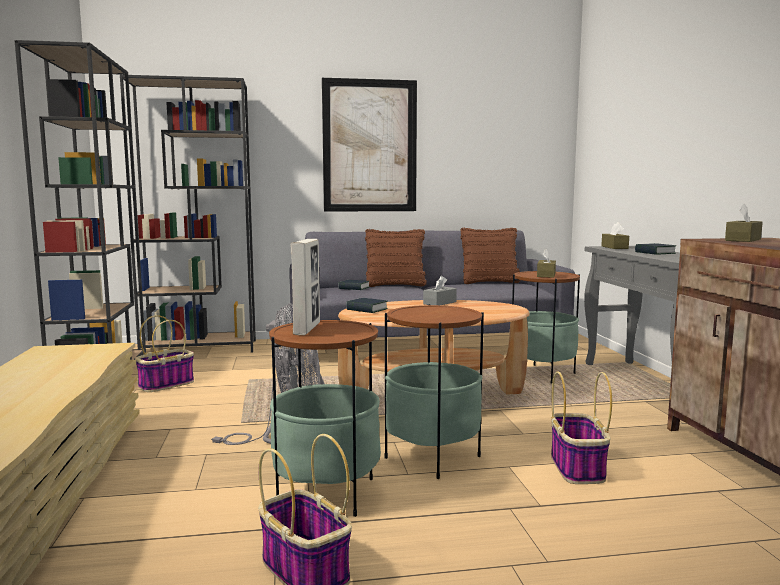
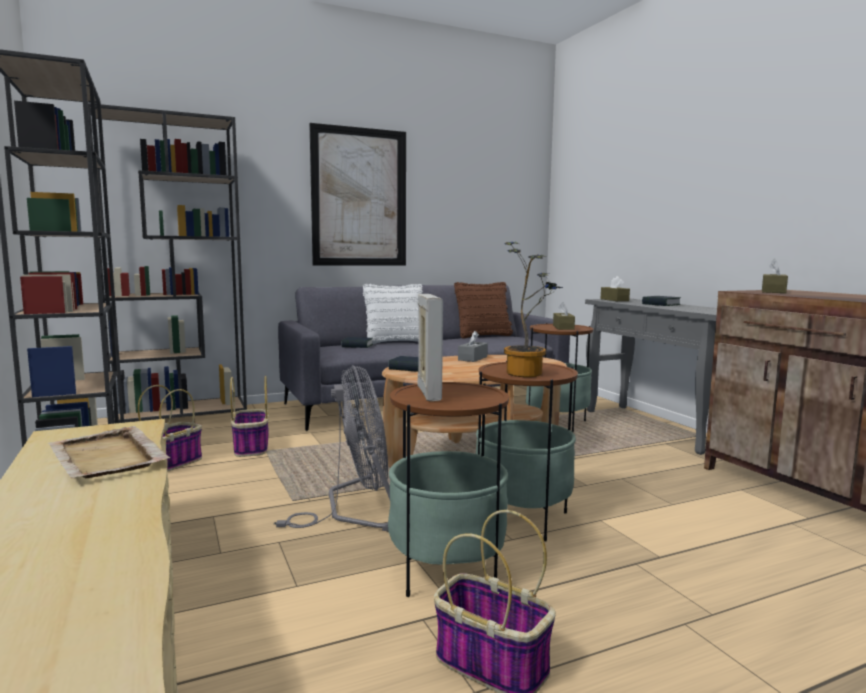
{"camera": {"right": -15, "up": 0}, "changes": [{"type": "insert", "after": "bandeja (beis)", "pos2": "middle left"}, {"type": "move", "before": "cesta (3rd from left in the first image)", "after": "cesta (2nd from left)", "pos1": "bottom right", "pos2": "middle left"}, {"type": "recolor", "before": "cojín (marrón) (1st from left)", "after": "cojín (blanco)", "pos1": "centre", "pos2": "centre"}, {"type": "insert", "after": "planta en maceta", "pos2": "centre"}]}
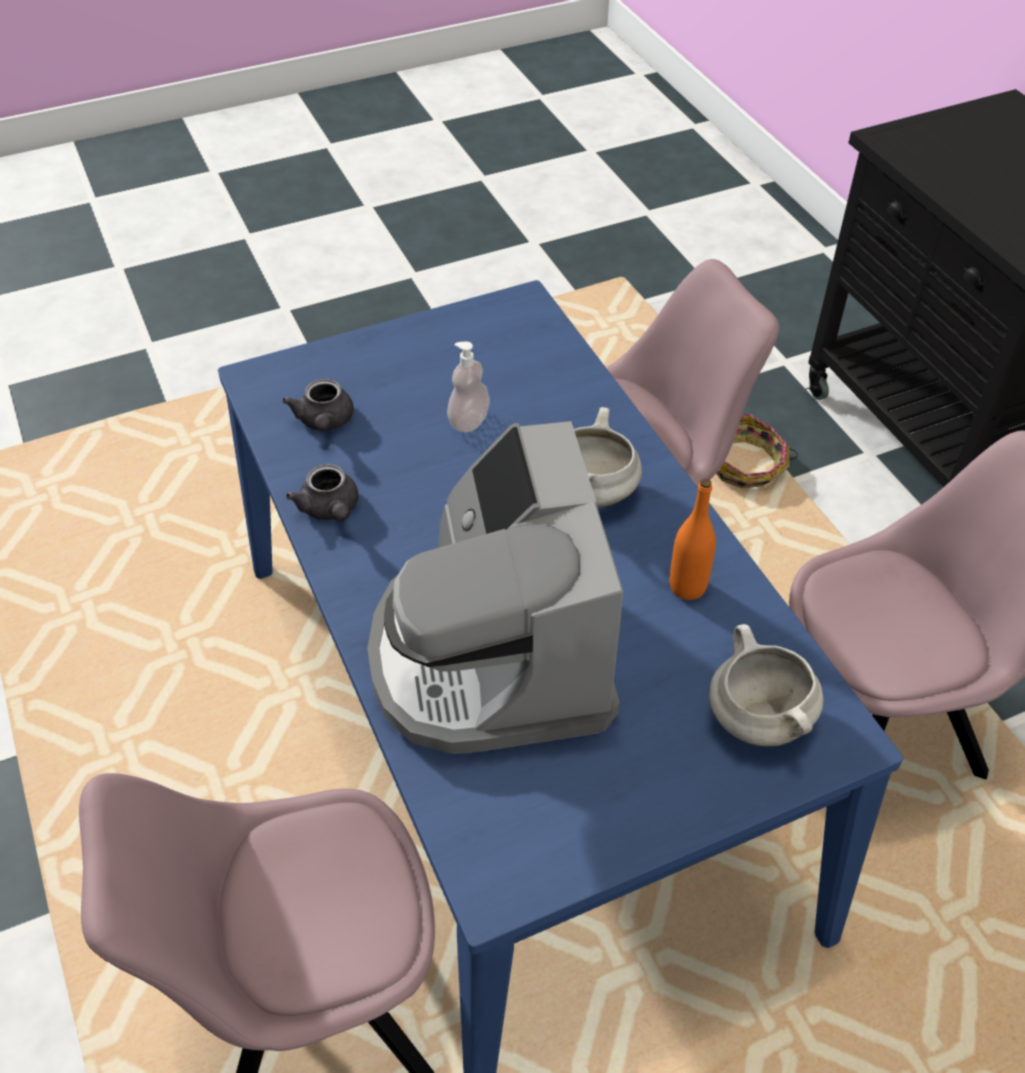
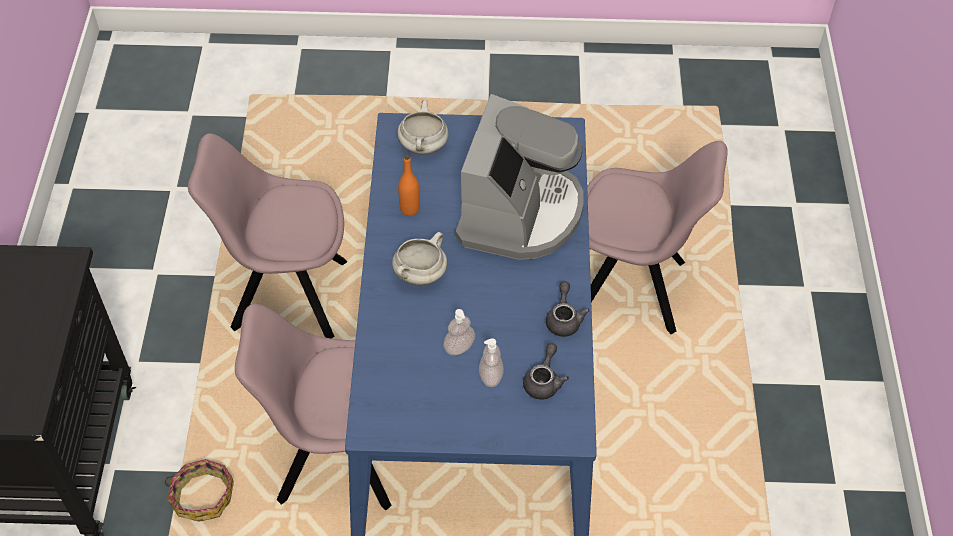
{"camera": {"right": -155, "up": 5}, "changes": [{"type": "insert", "after": "dispensador de jabón (2nd from left)", "pos2": "bottom centre"}]}
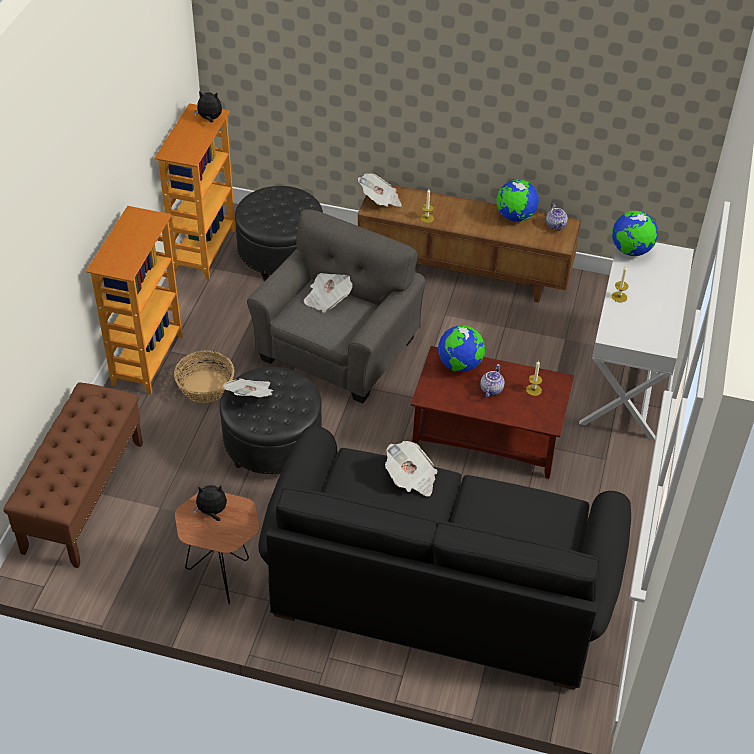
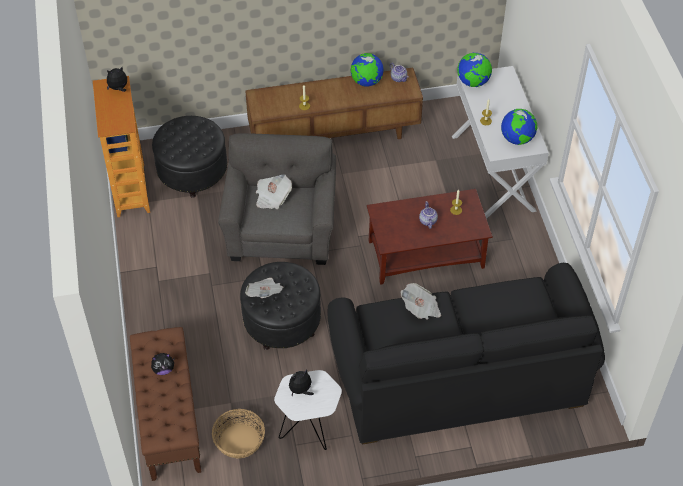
{"camera": {"right": -25, "up": 5}, "changes": [{"type": "insert", "after": "peluche (2nd from left)", "pos2": "bottom left"}, {"type": "move", "before": "cesta", "pos1": "middle left", "pos2": "bottom centre"}, {"type": "recolor", "before": "mesa auxiliar (marrón)", "after": "mesa auxiliar (blanco)", "pos1": "bottom left", "pos2": "bottom centre"}, {"type": "move", "before": "globo terráqueo (1st from left in the first image)", "after": "globo terráqueo (3rd from left)", "pos1": "centre", "pos2": "top right"}, {"type": "delete", "before": "estantería (1st from left)", "pos1": "middle left"}, {"type": "delete", "before": "periódico (3rd from left)", "pos1": "top centre"}]}
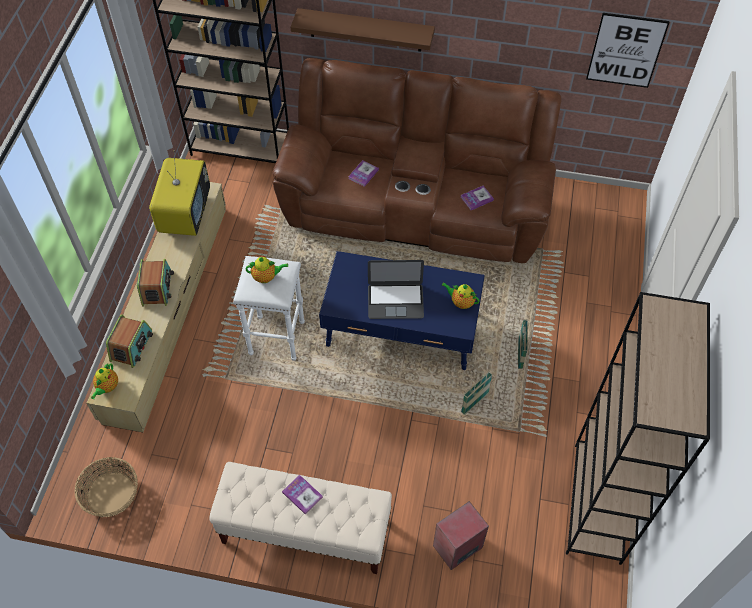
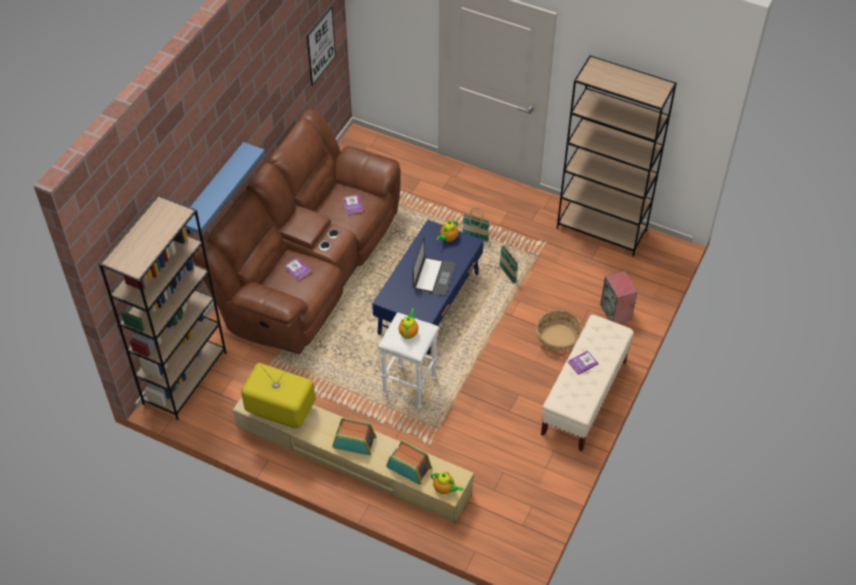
{"camera": {"right": -75, "up": -5}, "changes": [{"type": "recolor", "before": "estante (marrón)", "after": "estante (azul)", "pos1": "top centre", "pos2": "top left"}, {"type": "move", "before": "cesta (1st from left in the first image)", "after": "cesta (3rd from left)", "pos1": "bottom left", "pos2": "centre"}]}
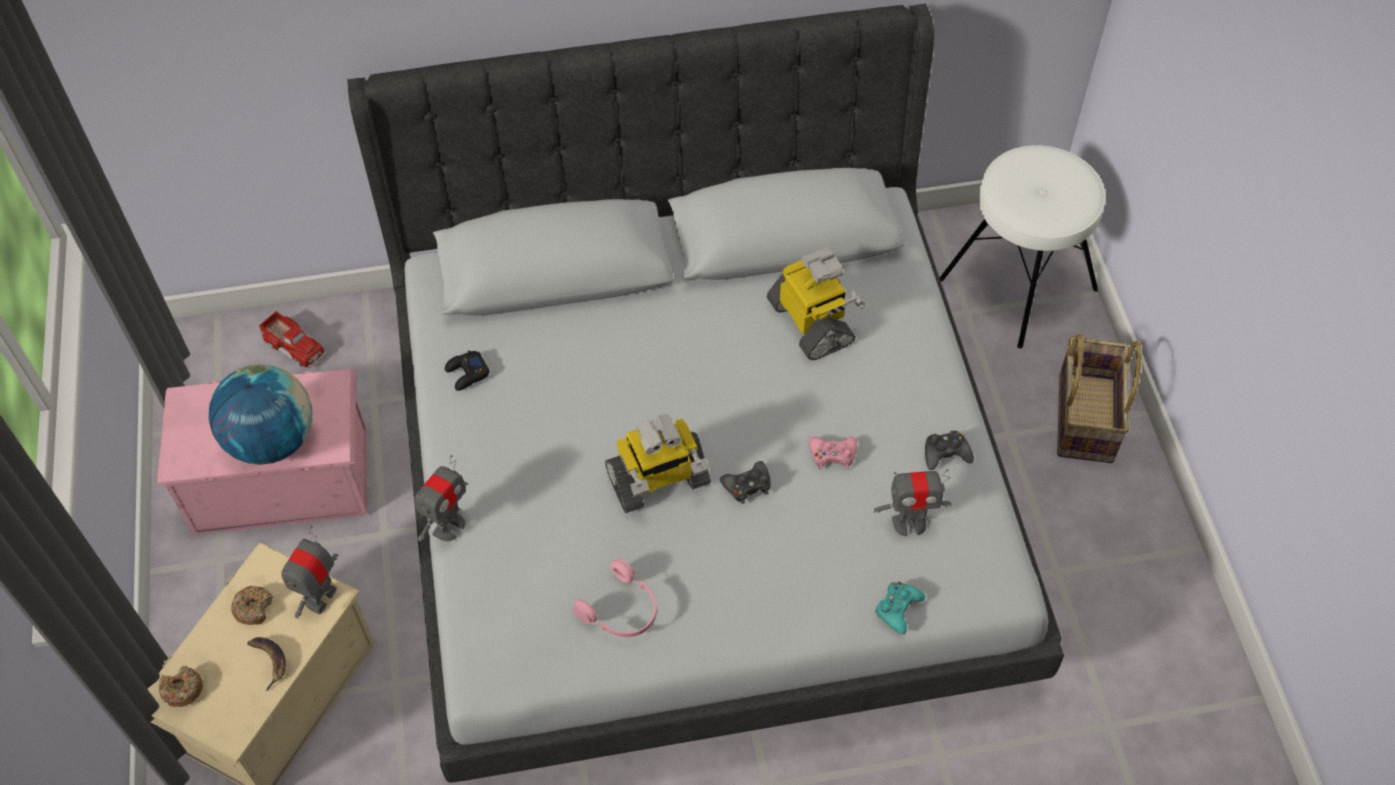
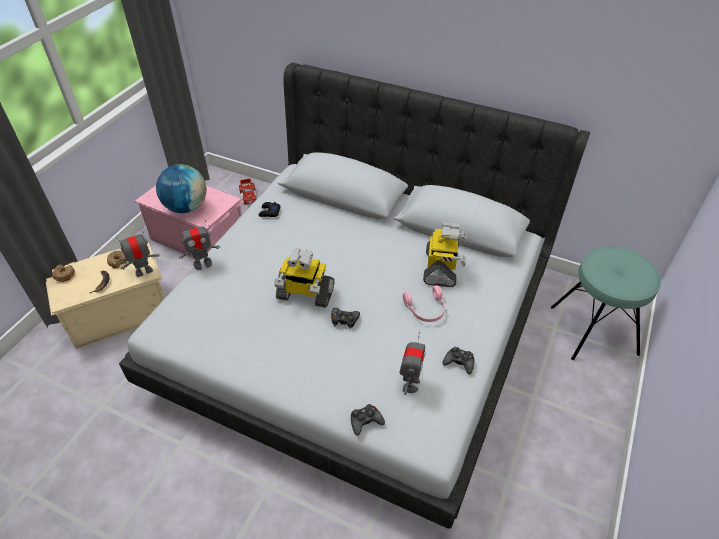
{"camera": {"right": 35, "up": -10}, "changes": [{"type": "recolor", "before": "mando de consola (turquesa)", "after": "mando de consola (negro) (3rd from left)", "pos1": "bottom centre", "pos2": "bottom centre"}, {"type": "rotate", "before": "robot de juguete (5th from left in the first image)", "pos1": "centre", "pos2": "bottom centre", "turn": -105}, {"type": "move", "before": "auriculares (rosa)", "pos1": "bottom centre", "pos2": "centre"}, {"type": "recolor", "before": "taburete (blanco)", "after": "taburete (turquesa)", "pos1": "top right", "pos2": "middle right"}, {"type": "delete", "before": "mando de consola (rosa)", "pos1": "centre"}, {"type": "delete", "before": "cesta", "pos1": "middle right"}]}
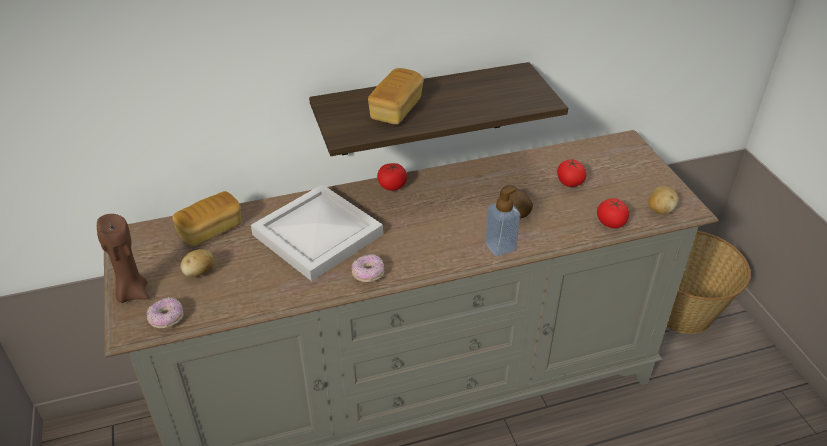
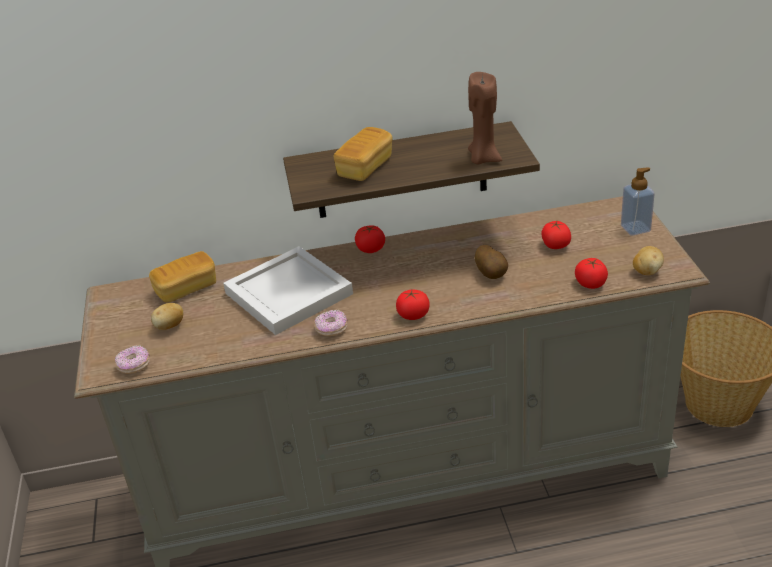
{"camera": {"right": 10, "up": -5}, "changes": [{"type": "insert", "after": "tomate (2nd from left)", "pos2": "centre"}, {"type": "move", "before": "vela (marrón)", "pos1": "middle left", "pos2": "top centre"}, {"type": "move", "before": "dispensador de jabón", "pos1": "centre", "pos2": "middle right"}]}
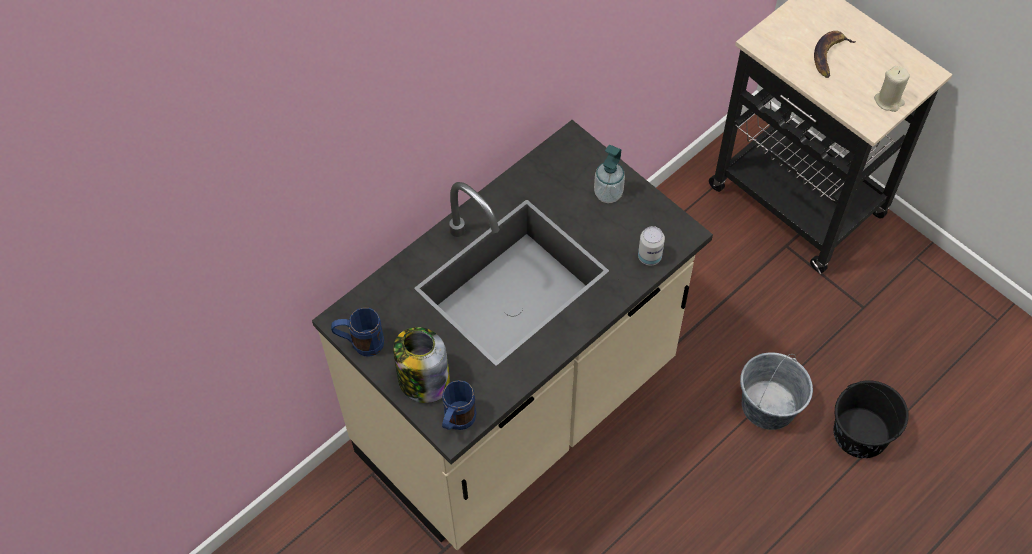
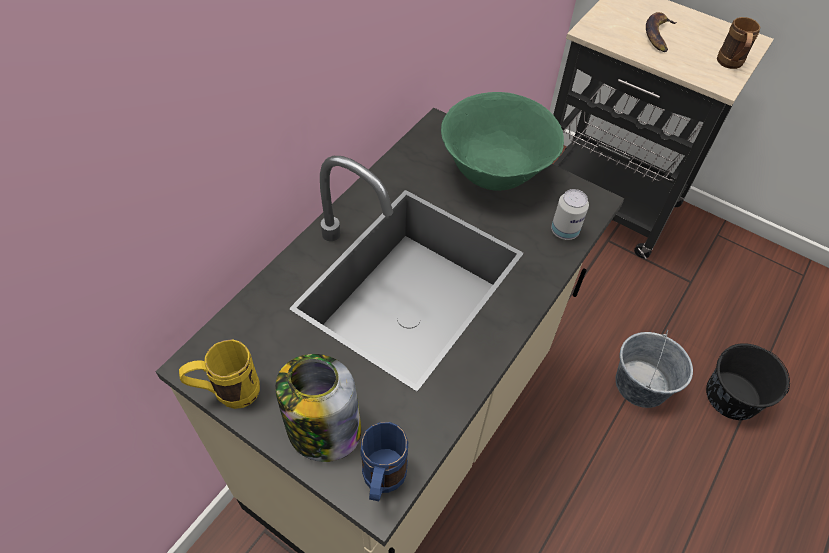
{"camera": {"right": -15, "up": -5}, "changes": [{"type": "recolor", "before": "taza grande (azul) (1st from left)", "after": "taza grande (amarillo)", "pos1": "centre", "pos2": "bottom left"}, {"type": "replace", "before": "dispensador de jabón", "after": "cuenco (verde)", "pos1": "top centre", "pos2": "top centre"}, {"type": "replace", "before": "vela (beis)", "after": "taza grande (marrón)", "pos1": "top right", "pos2": "top right"}]}
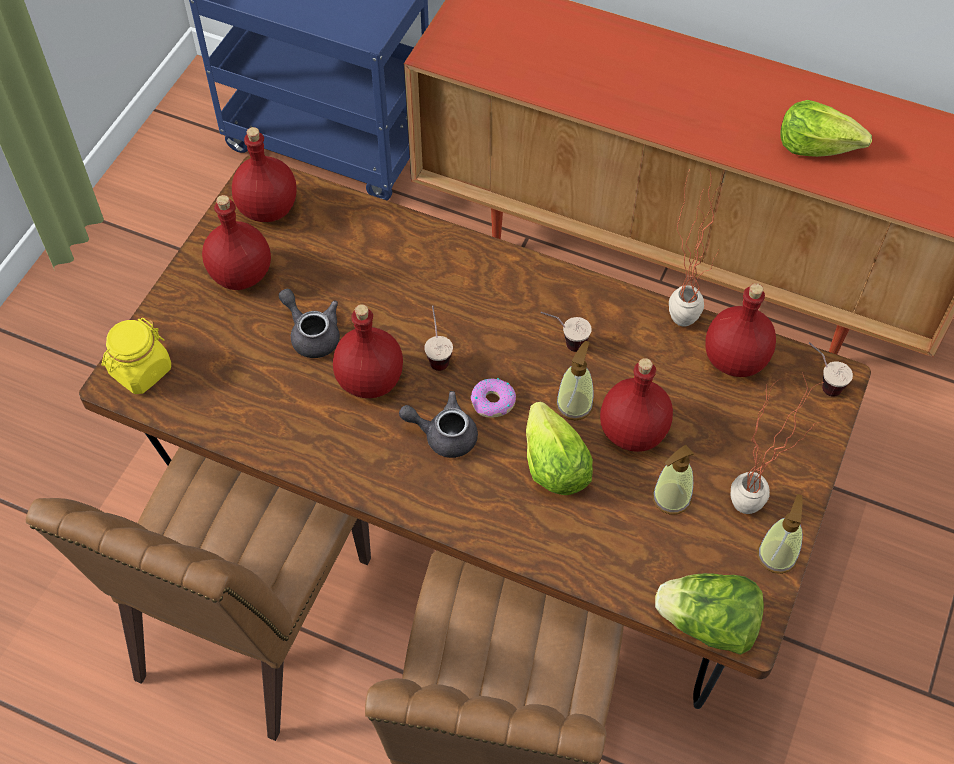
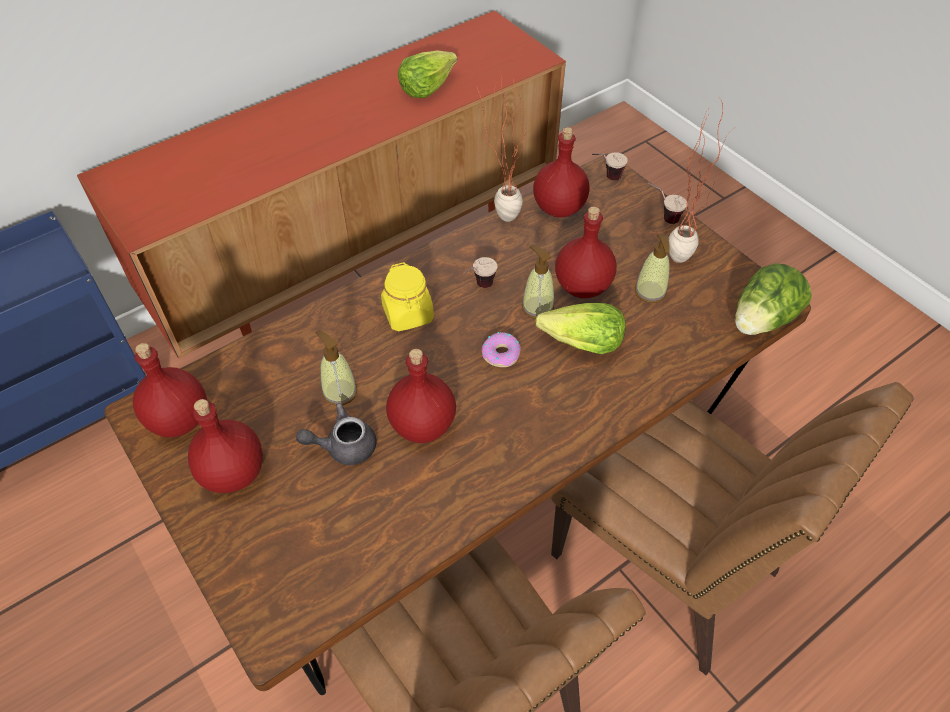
{"camera": {"right": -60, "up": -5}, "changes": [{"type": "move", "before": "dispensador de jabón (3rd from left in the first image)", "after": "dispensador de jabón (1st from left)", "pos1": "bottom right", "pos2": "centre"}, {"type": "move", "before": "tarro (amarillo)", "pos1": "middle left", "pos2": "centre"}, {"type": "move", "before": "taza (1st from left in the first image)", "after": "taza (3rd from left)", "pos1": "centre", "pos2": "top right"}, {"type": "delete", "before": "tetera (gris) (2nd from left)", "pos1": "centre"}]}
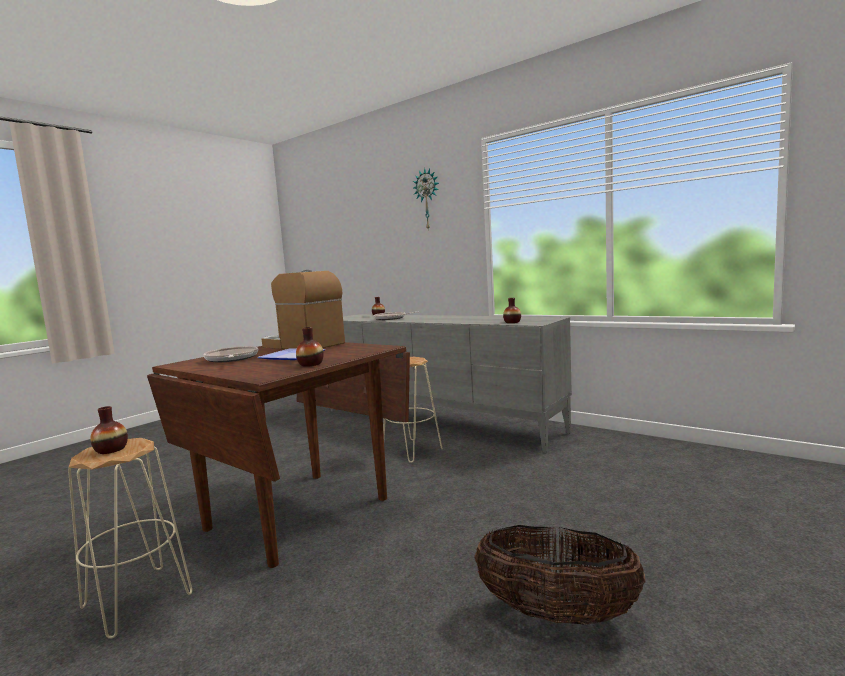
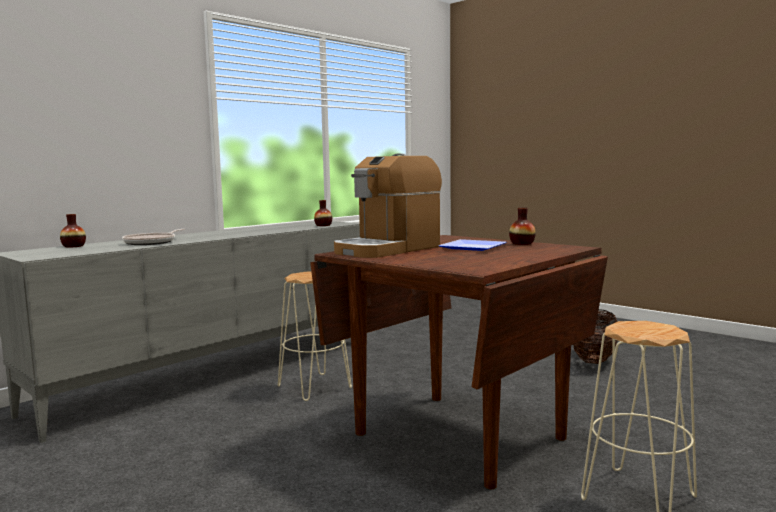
{"camera": {"right": -85, "up": 0}, "changes": [{"type": "delete", "before": "florero (1st from left)", "pos1": "middle left"}, {"type": "delete", "before": "sartén (1st from left)", "pos1": "middle left"}, {"type": "delete", "before": "reloj de pared", "pos1": "top centre"}]}
